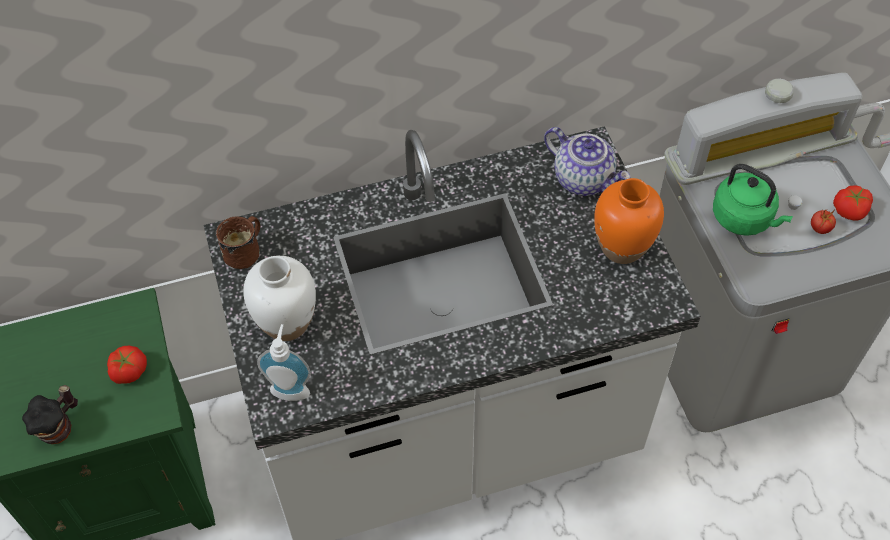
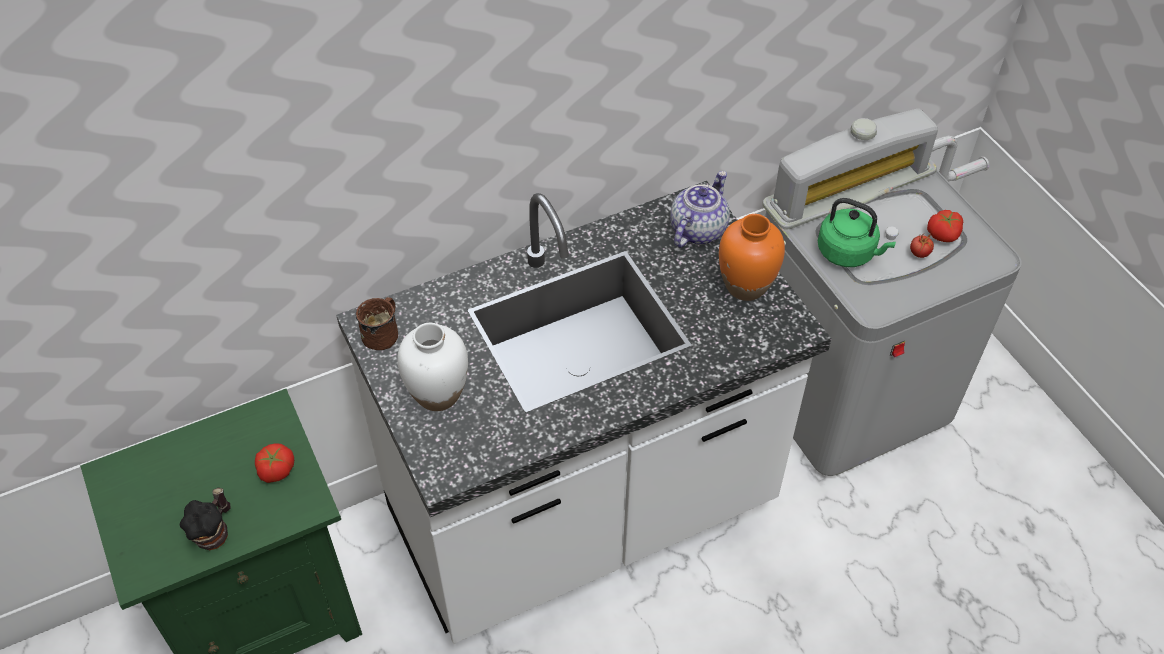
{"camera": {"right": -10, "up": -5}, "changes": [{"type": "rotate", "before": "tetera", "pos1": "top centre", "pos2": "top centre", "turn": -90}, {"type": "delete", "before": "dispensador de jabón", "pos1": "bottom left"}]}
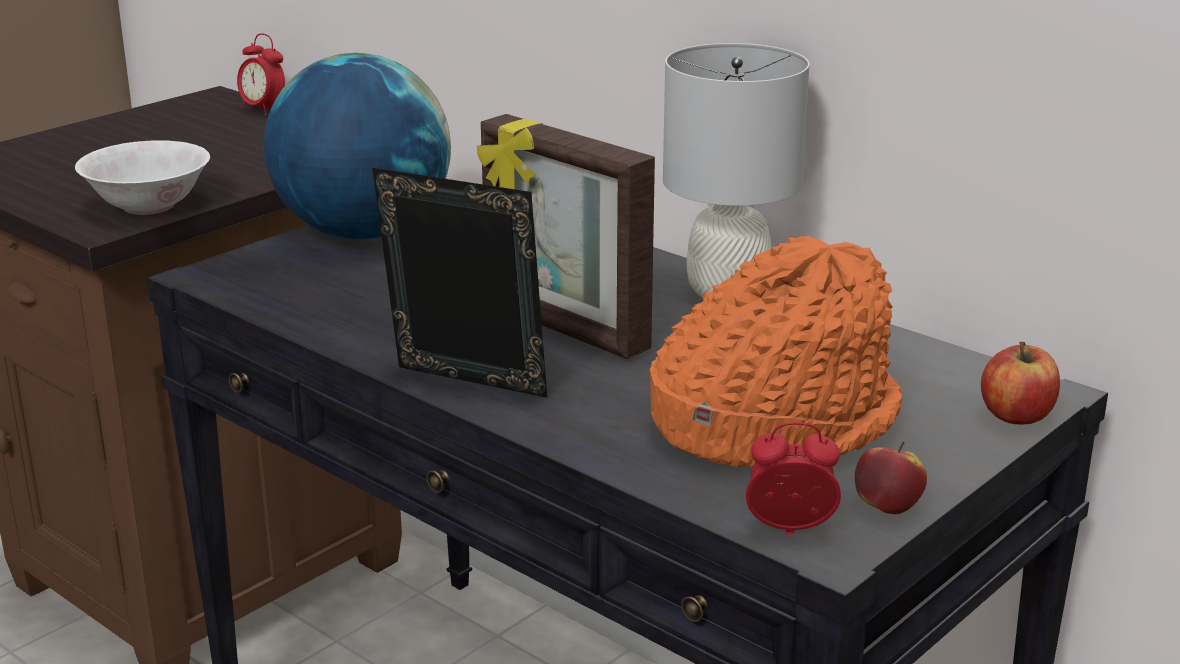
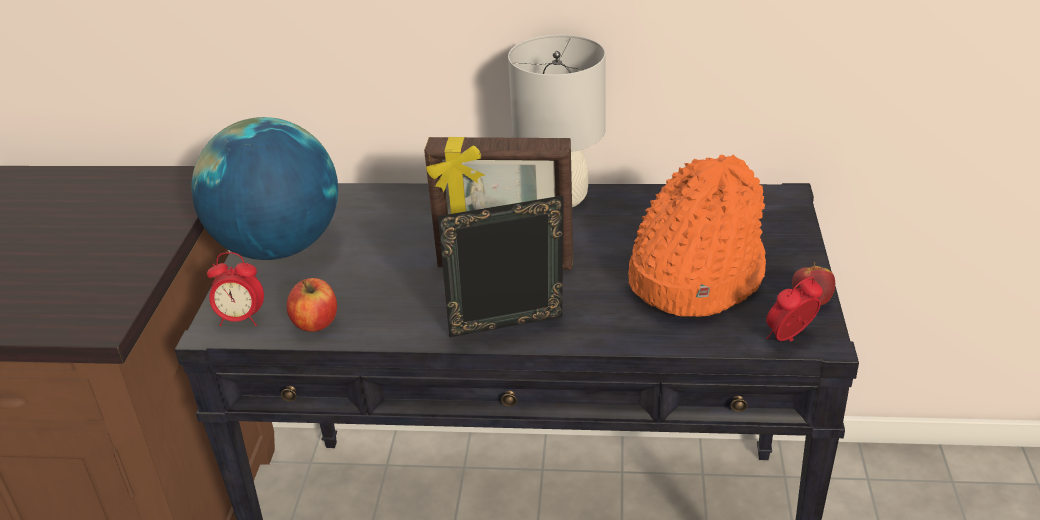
{"camera": {"right": -35, "up": 10}, "changes": [{"type": "move", "before": "despertador (1st from left)", "pos1": "top left", "pos2": "middle left"}, {"type": "move", "before": "manzana (2nd from left in the first image)", "after": "manzana (1st from left)", "pos1": "middle right", "pos2": "middle left"}, {"type": "delete", "before": "cuenco (blanco)", "pos1": "top left"}]}
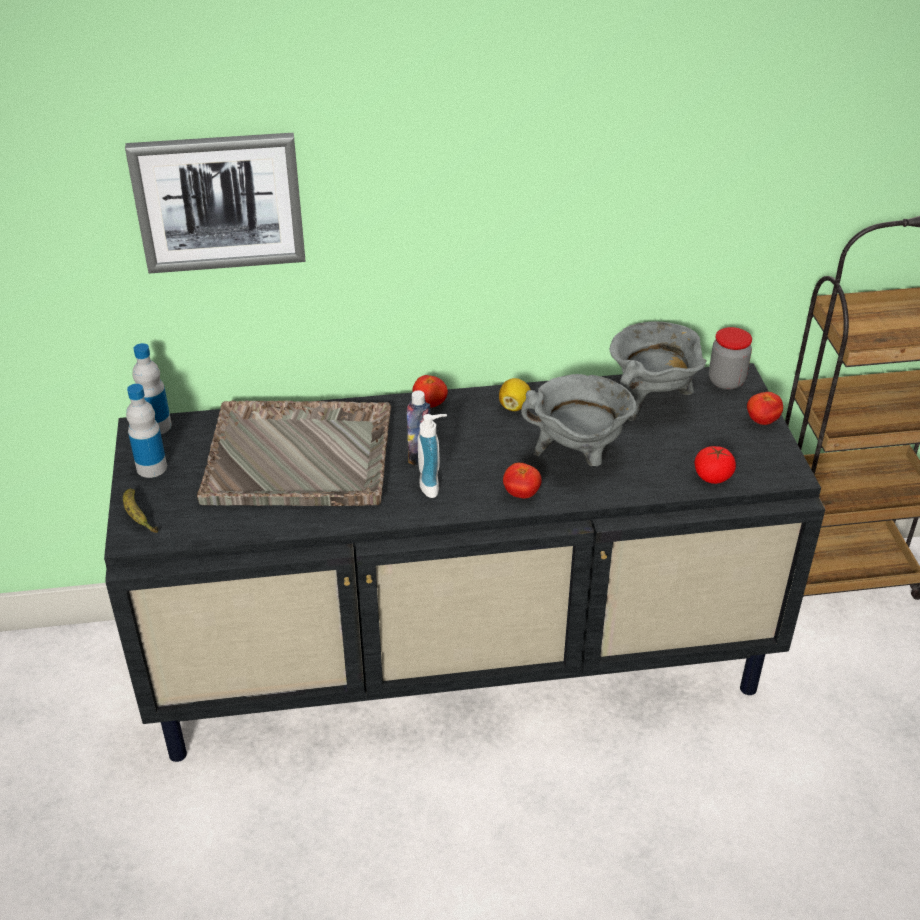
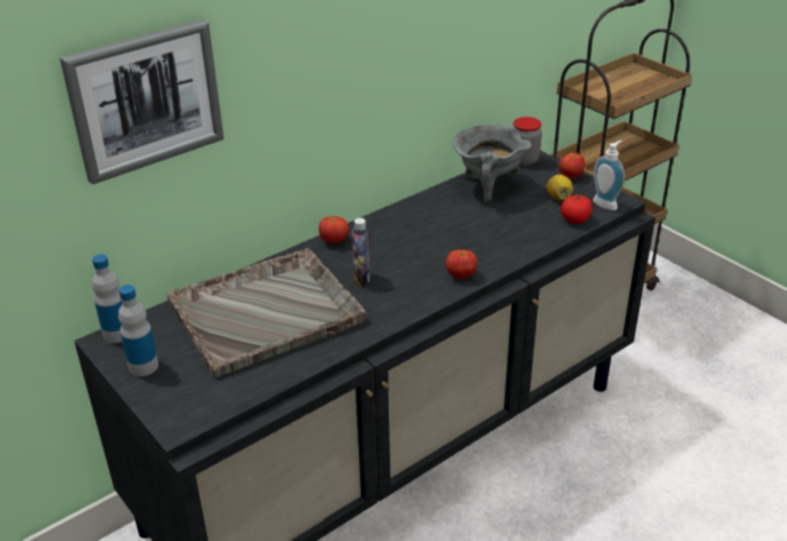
{"camera": {"right": -30, "up": -5}, "changes": [{"type": "move", "before": "limón", "pos1": "centre", "pos2": "middle right"}, {"type": "move", "before": "dispensador de jabón", "pos1": "centre", "pos2": "top right"}, {"type": "delete", "before": "plátano", "pos1": "middle left"}, {"type": "delete", "before": "olla (gris) (1st from left)", "pos1": "centre"}]}
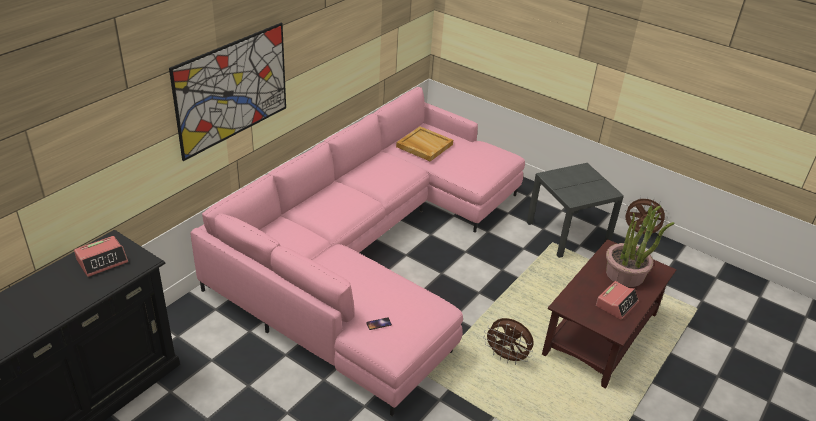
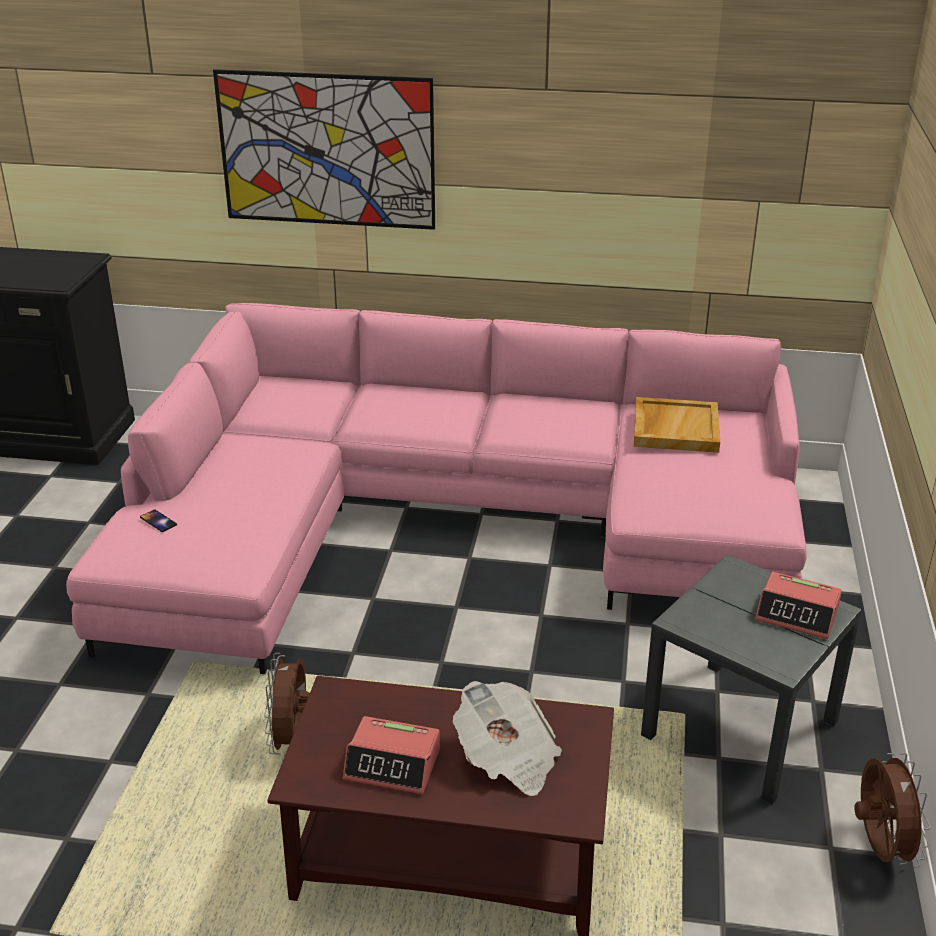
{"camera": {"right": 65, "up": -5}, "changes": [{"type": "replace", "before": "planta en maceta", "after": "periódico", "pos1": "middle right", "pos2": "bottom centre"}, {"type": "move", "before": "despertador (1st from left in the first image)", "after": "despertador (2nd from left)", "pos1": "middle left", "pos2": "middle right"}]}
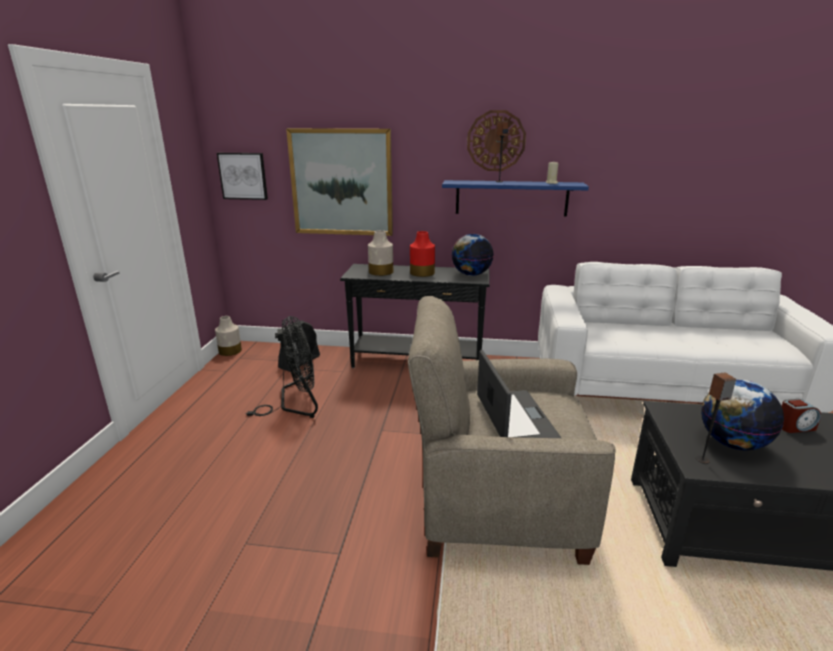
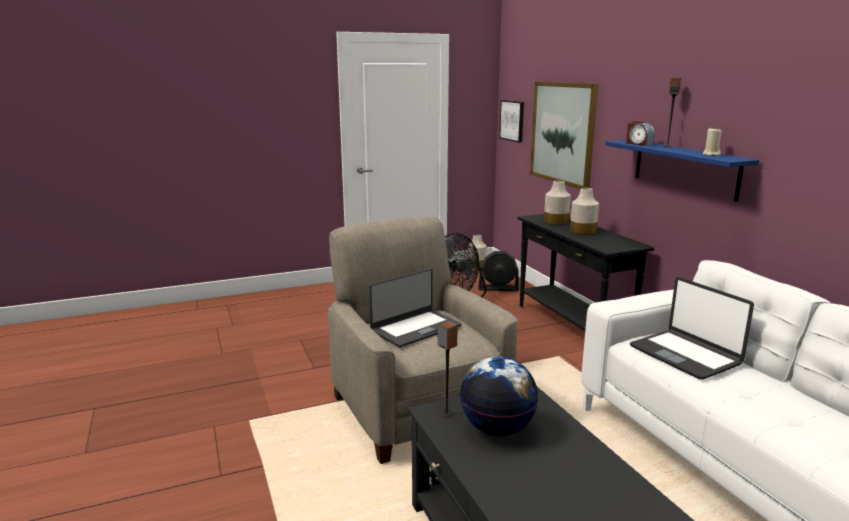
{"camera": {"right": 60, "up": -5}, "changes": [{"type": "recolor", "before": "florero (rojo)", "after": "florero (beis) (3rd from left)", "pos1": "centre", "pos2": "middle right"}, {"type": "move", "before": "despertador", "pos1": "middle right", "pos2": "top right"}, {"type": "insert", "after": "portátil (2nd from left)", "pos2": "middle right"}, {"type": "delete", "before": "globo terráqueo (1st from left)", "pos1": "centre"}, {"type": "delete", "before": "reloj de pared", "pos1": "top centre"}]}
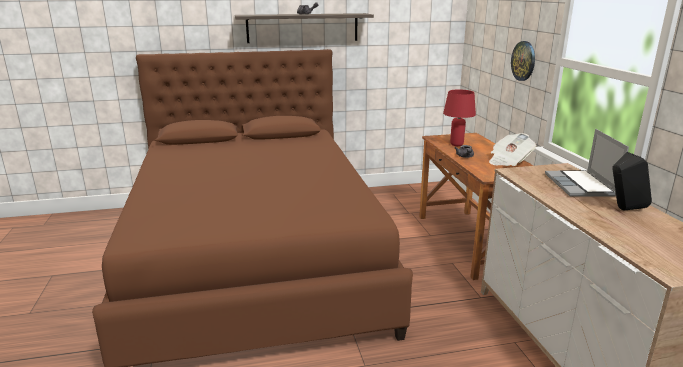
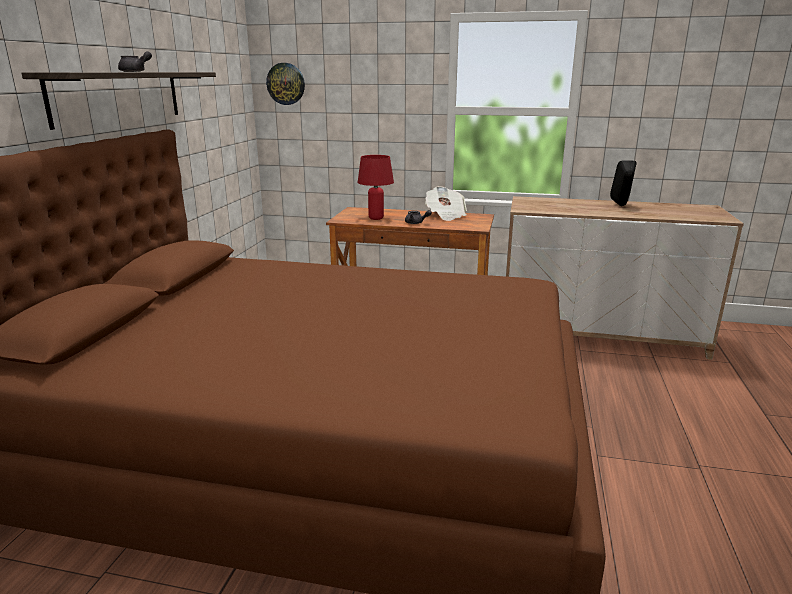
{"camera": {"right": -65, "up": 0}, "changes": [{"type": "move", "before": "reloj de pared", "pos1": "top right", "pos2": "top centre"}, {"type": "delete", "before": "portátil", "pos1": "middle right"}]}
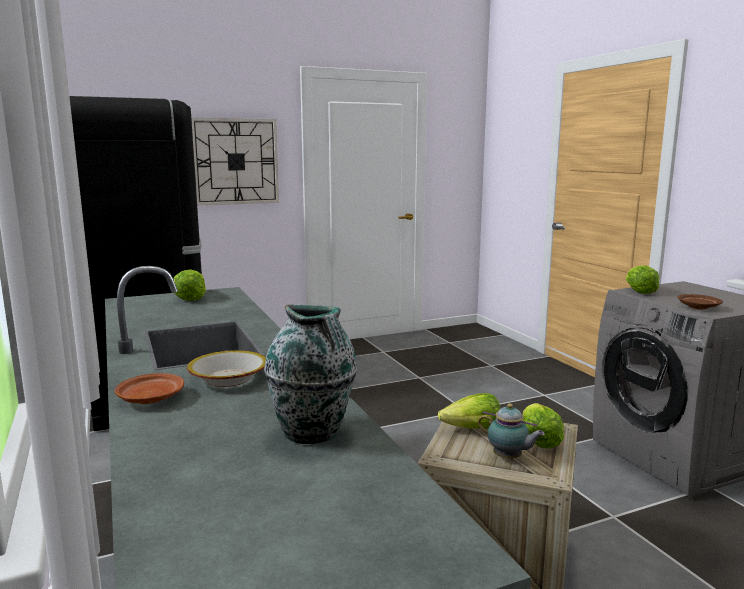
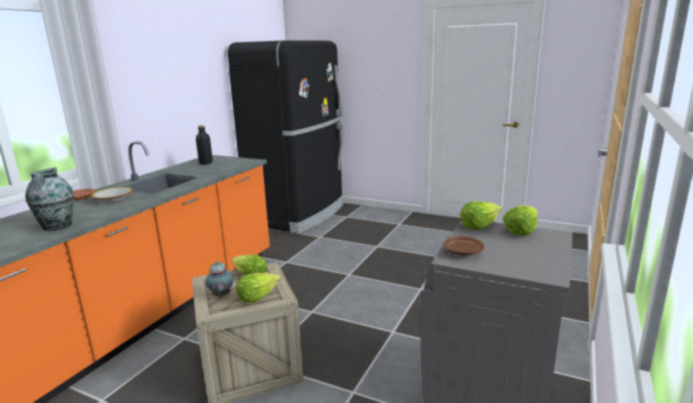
{"camera": {"right": 50, "up": 5}, "changes": [{"type": "insert", "after": "botella (negro)", "pos2": "middle left"}, {"type": "move", "before": "lechuga (1st from left in the first image)", "after": "lechuga (4th from left)", "pos1": "middle left", "pos2": "middle right"}, {"type": "delete", "before": "reloj de pared", "pos1": "top left"}]}
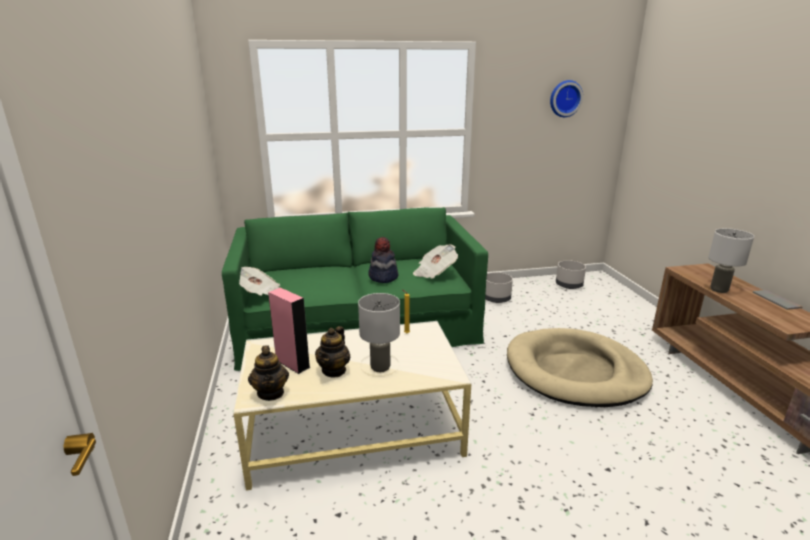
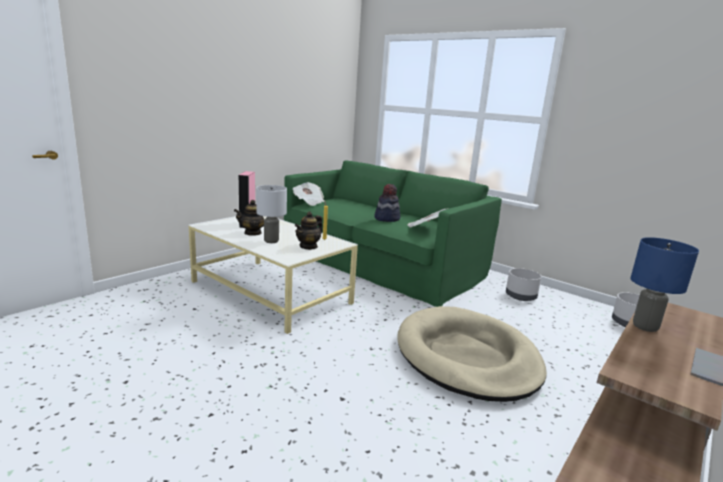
{"camera": {"right": 50, "up": -5}, "changes": [{"type": "move", "before": "tetera (1st from left in the first image)", "after": "tetera (2nd from left)", "pos1": "bottom left", "pos2": "centre"}, {"type": "recolor", "before": "lámpara de mesa (blanco) (2nd from left)", "after": "lámpara de mesa (azul)", "pos1": "middle right", "pos2": "middle right"}, {"type": "delete", "before": "reloj de pared", "pos1": "top right"}]}
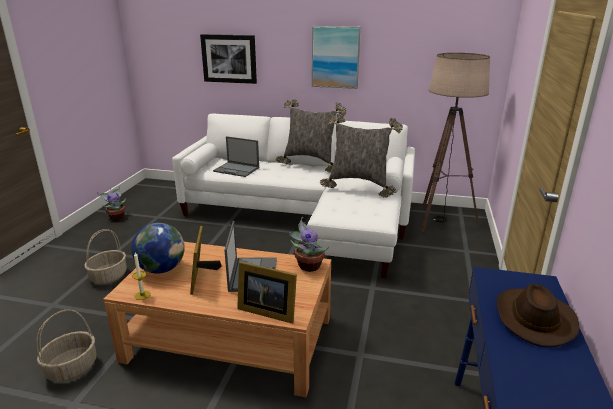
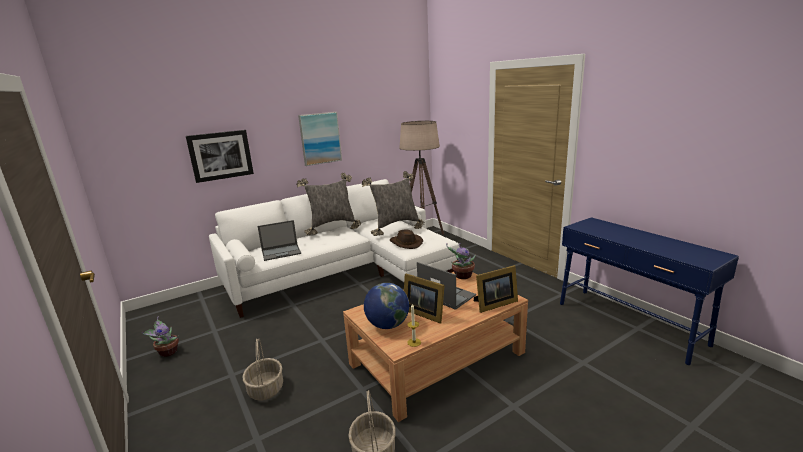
{"camera": {"right": -45, "up": -5}, "changes": [{"type": "move", "before": "sombrero (marrón)", "pos1": "bottom right", "pos2": "centre"}]}
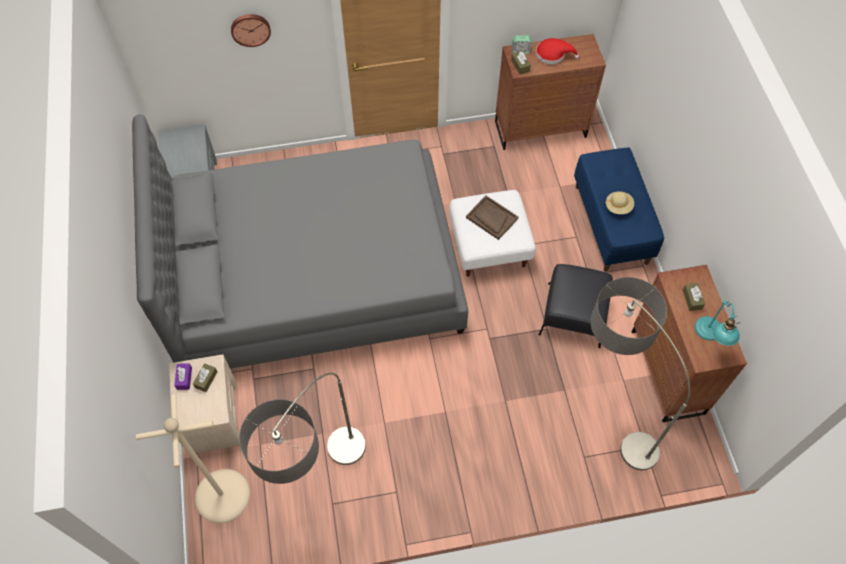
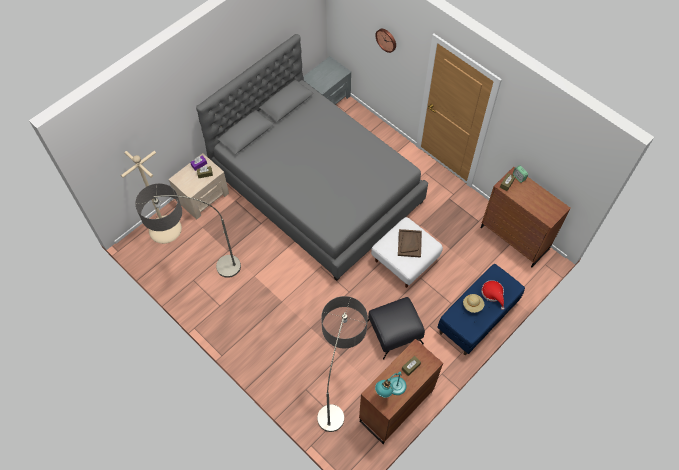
{"camera": {"right": 55, "up": 0}, "changes": [{"type": "move", "before": "sombrero (rojo)", "pos1": "top centre", "pos2": "middle right"}]}
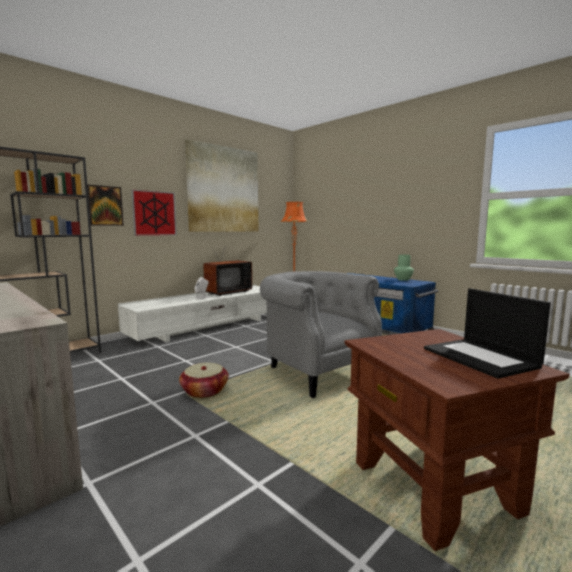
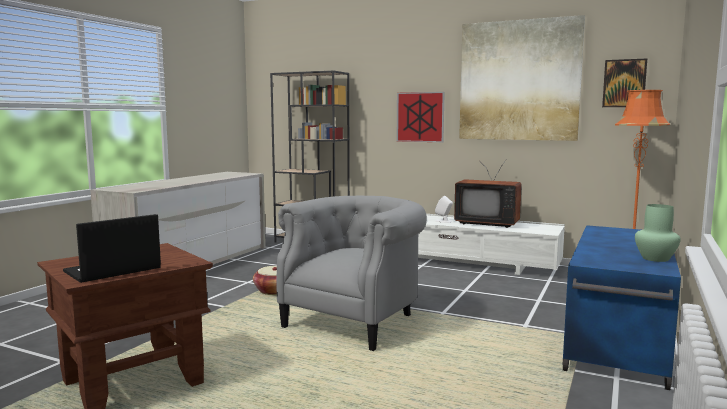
{"camera": {"right": 70, "up": 0}, "changes": [{"type": "move", "before": "cuadro (1st from left in the first image)", "after": "cuadro (3rd from left)", "pos1": "middle left", "pos2": "top right"}]}
